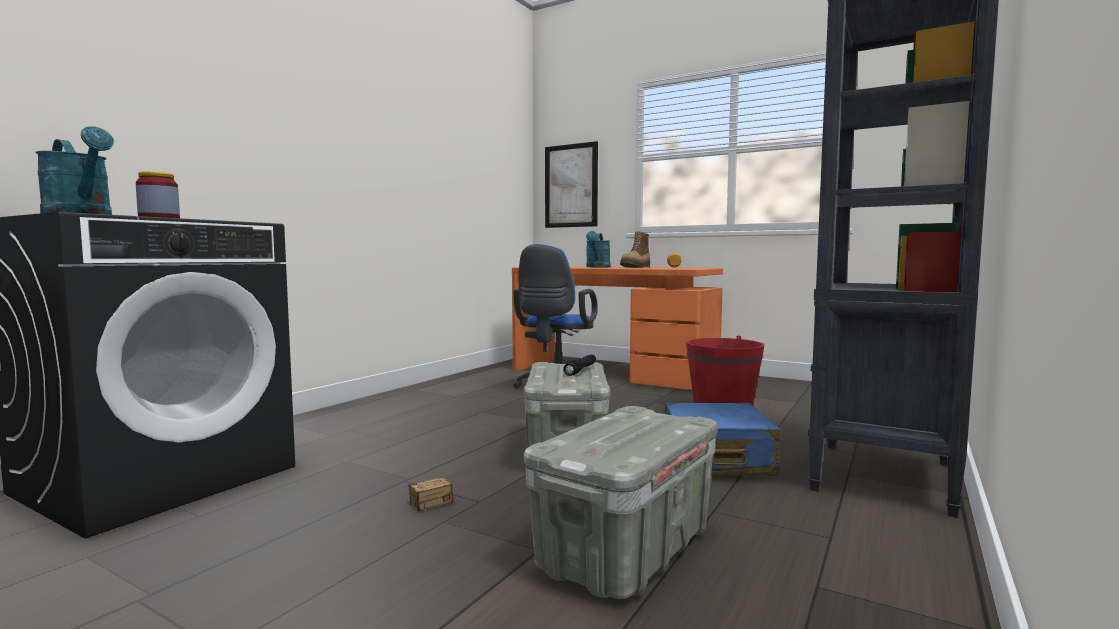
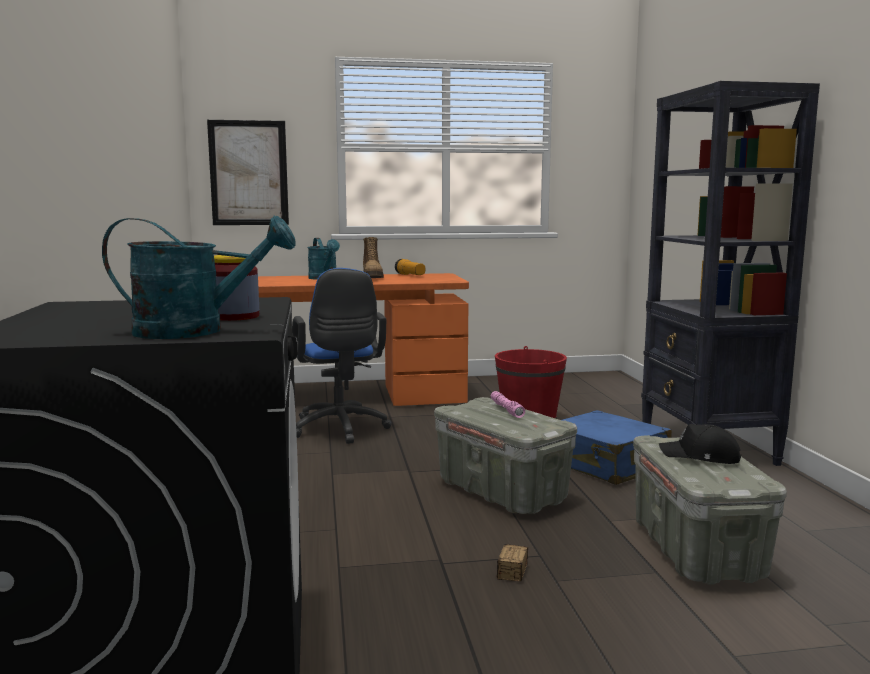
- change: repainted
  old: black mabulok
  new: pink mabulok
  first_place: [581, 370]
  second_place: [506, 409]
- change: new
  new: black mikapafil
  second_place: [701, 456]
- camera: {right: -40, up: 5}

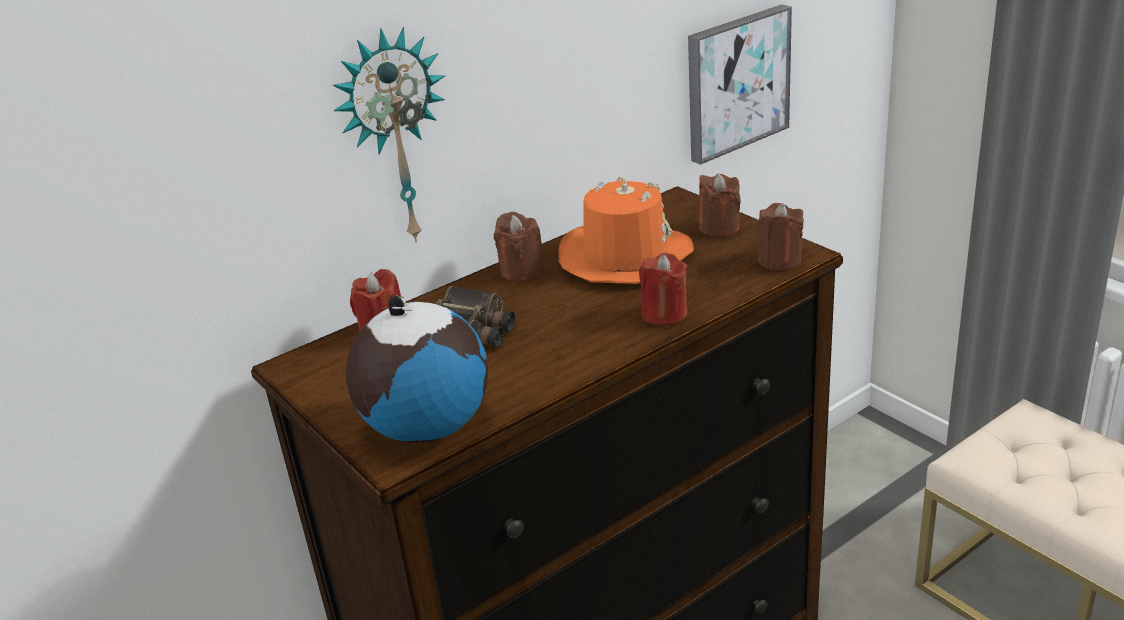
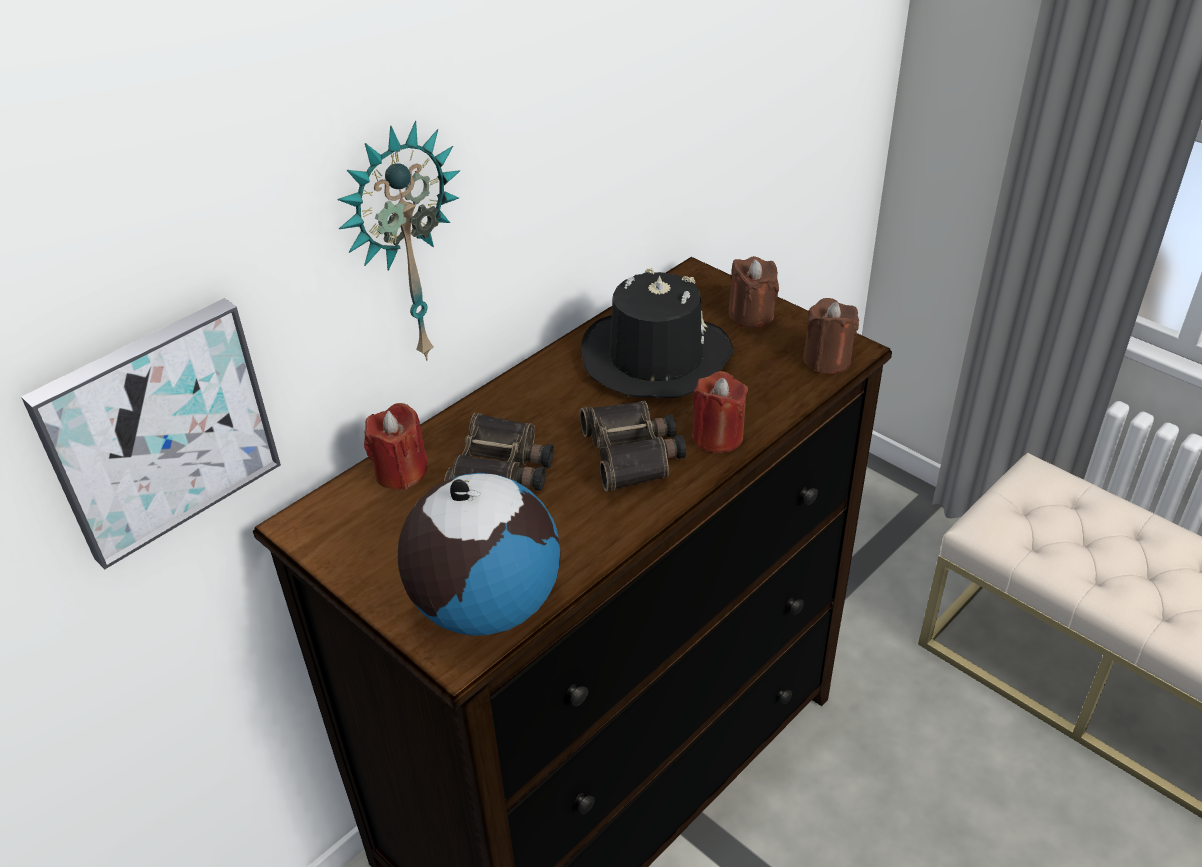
- change: shifted
  old: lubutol
  first_place: [736, 82]
  second_place: [158, 429]
- change: repainted
  old: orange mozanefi
  new: black mozanefi
  first_place: [624, 257]
  second_place: [655, 357]
- change: gone
  old: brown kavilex
  first_place: [521, 270]
- change: new
  new: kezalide
  second_place: [633, 453]
- camera: {right: -10, up: 10}

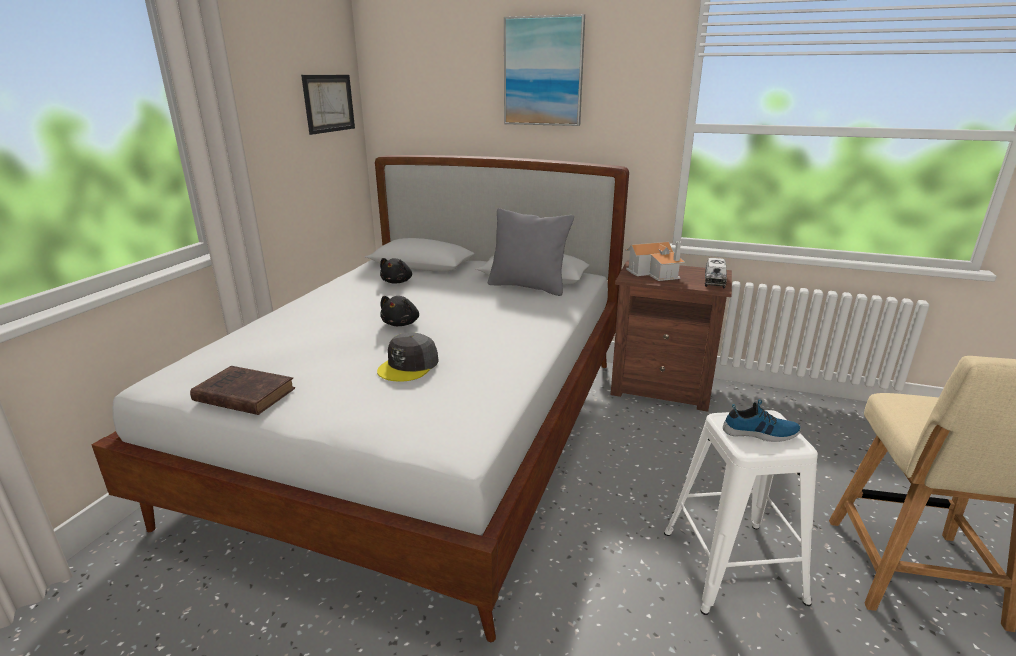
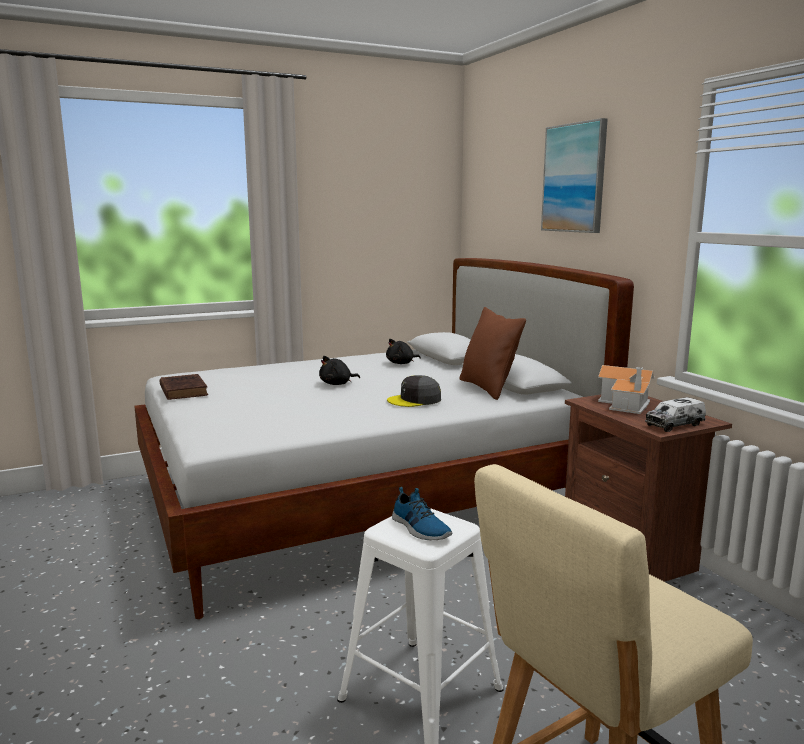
- change: gone
  old: lubutol
  first_place: [328, 103]
- change: repainted
  old: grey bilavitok
  new: brown bilavitok
  first_place: [528, 286]
  second_place: [488, 388]
- change: shifted
  old: grey mikapafil
  first_place: [409, 365]
  second_place: [415, 400]
- camera: {right: 45, up: -10}

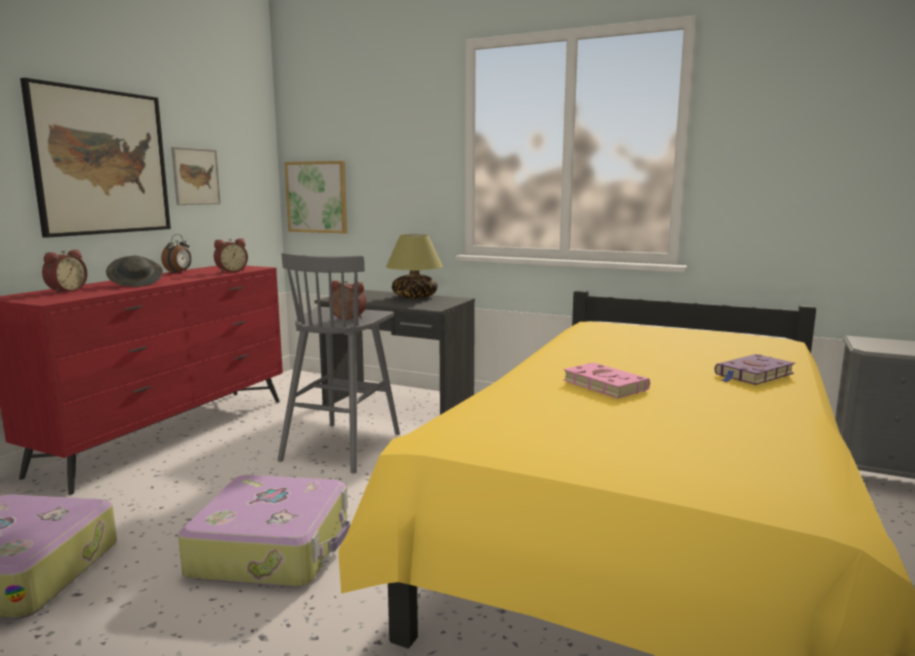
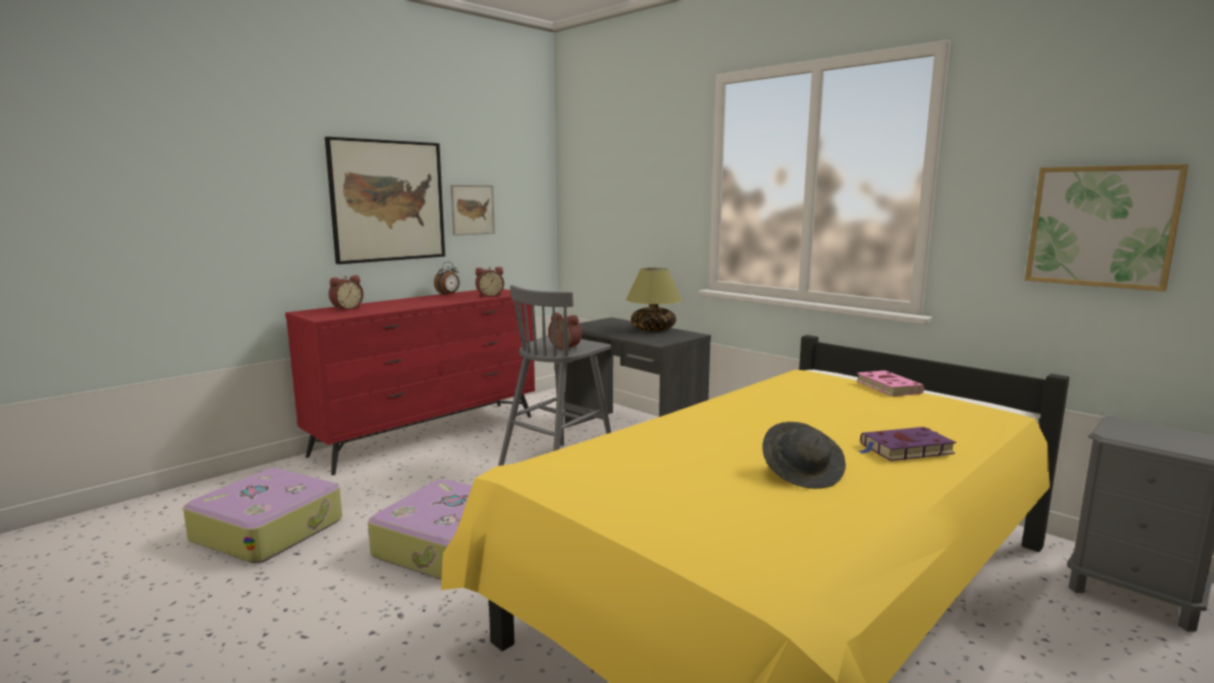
- change: shifted
  old: lubutol
  first_place: [317, 197]
  second_place: [1101, 226]
- change: shifted
  old: grey mozanefi
  first_place: [136, 283]
  second_place: [802, 473]
- change: shifted
  old: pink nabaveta
  first_place: [602, 385]
  second_place: [886, 387]
- camera: {right: 20, up: 0}

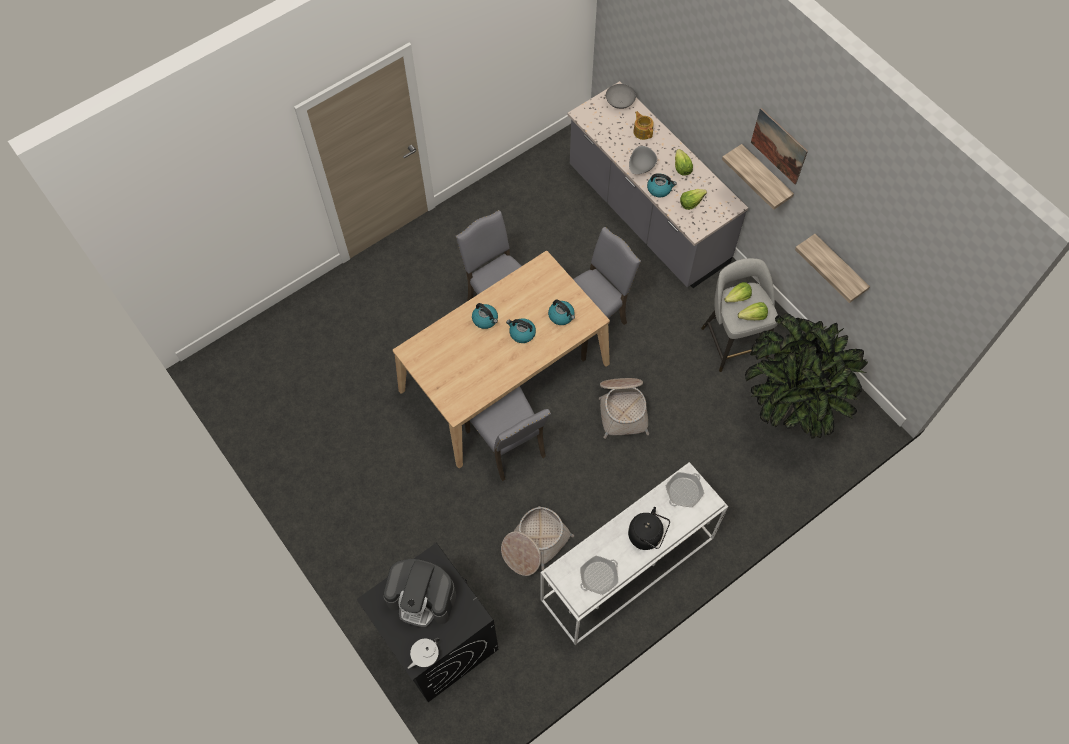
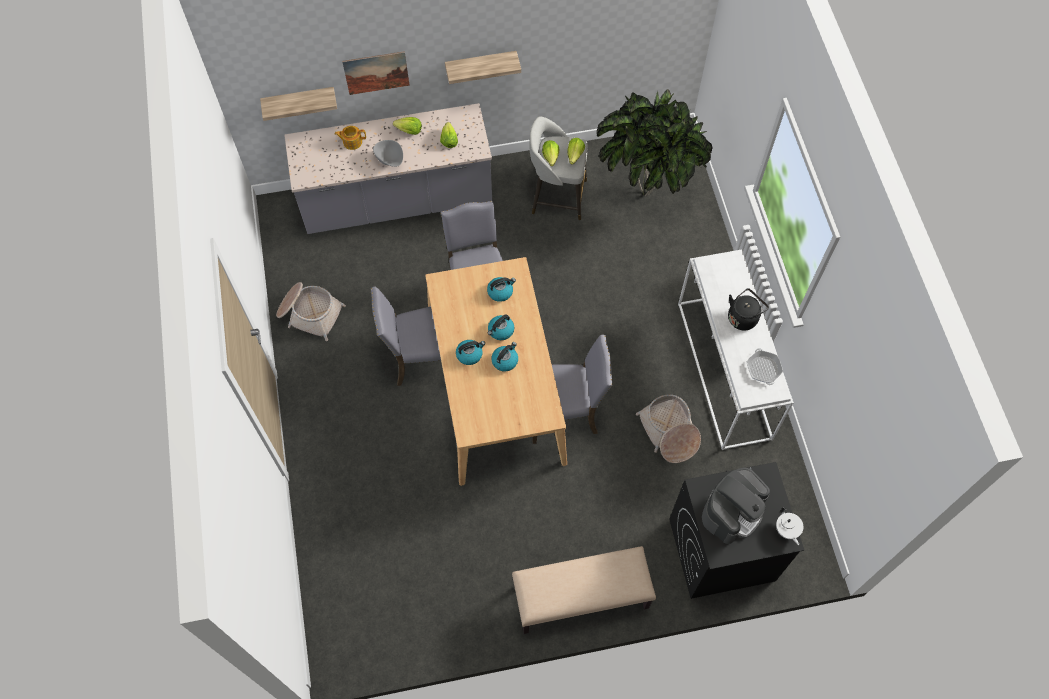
- change: gone
  old: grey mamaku
  first_place: [620, 103]
- change: shifted
  old: lubutol
  first_place: [778, 146]
  second_place: [376, 72]
- change: shifted
  old: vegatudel
  first_place: [659, 189]
  second_place: [505, 360]
- change: shifted
  old: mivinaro
  first_place: [838, 267]
  second_place: [299, 101]
- change: shifted
  old: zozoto
  first_place: [622, 408]
  second_place: [309, 314]
- change: gone
  old: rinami
  first_place: [684, 491]
- change: new
  new: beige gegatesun
  second_place: [581, 598]
- camera: {right: -65, up: 0}

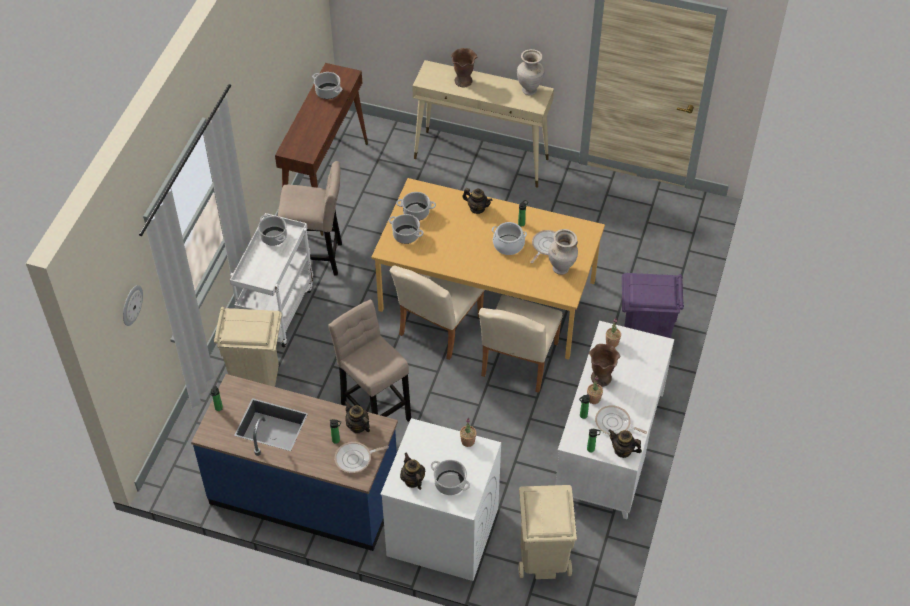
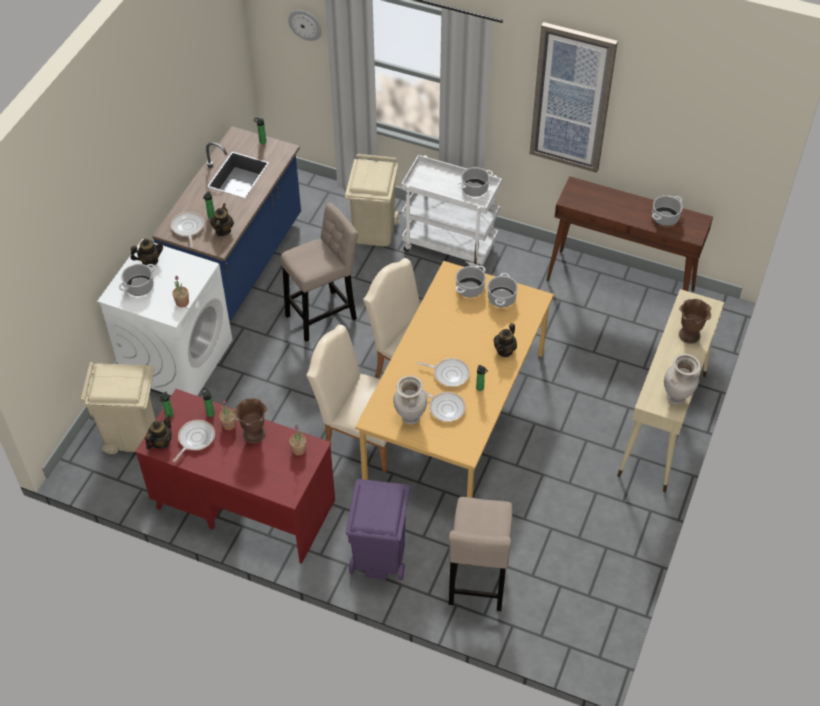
- change: shifted
  old: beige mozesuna
  first_place: [316, 258]
  second_place: [477, 582]
- change: swapped
  old: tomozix
  new: rinami
  first_place: [508, 245]
  second_place: [449, 374]
- change: repainted
  old: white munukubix
  new: red munukubix
  first_place: [610, 448]
  second_place: [243, 504]
- change: rotated
  old: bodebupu
  first_place: [357, 426]
  second_place: [223, 230]
  degrees: -45
- change: new
  new: lubutol
  second_place: [572, 98]
- camera: {right: 95, up: 0}

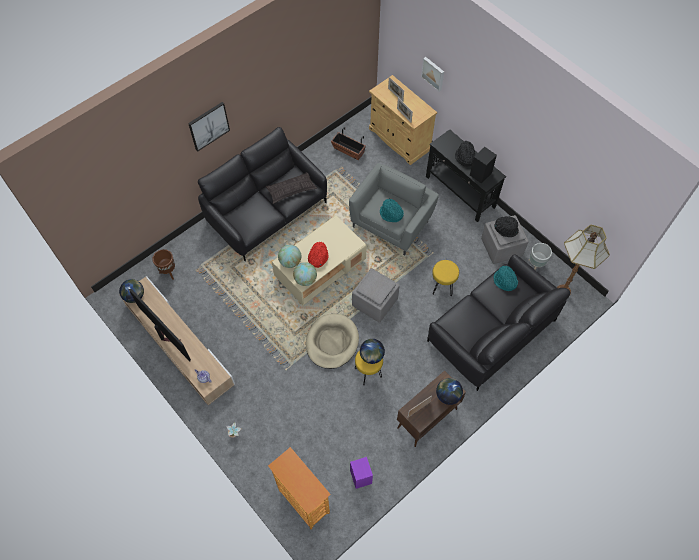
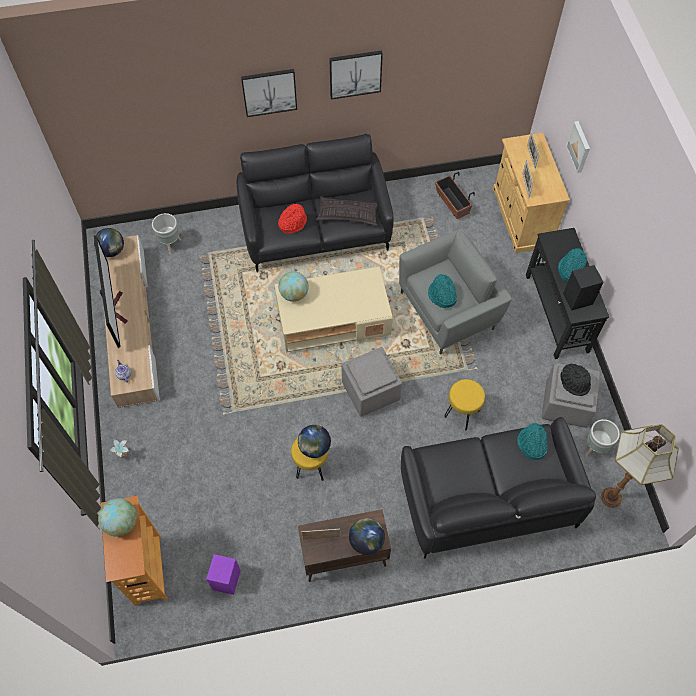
- change: repainted
  old: black mozanefi
  new: turquoise mozanefi
  first_place: [464, 158]
  second_place: [570, 270]
- change: shifted
  old: red mozanefi
  first_place: [317, 257]
  second_place: [292, 223]
- change: repainted
  old: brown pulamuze
  new: grey pulamuze
  first_place: [168, 272]
  second_place: [170, 244]
- change: shifted
  old: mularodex
  first_place: [305, 279]
  second_place: [121, 522]
- change: gone
  old: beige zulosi
  first_place: [332, 342]
- change: new
  new: lubutol
  second_place: [355, 74]
- camera: {right: 30, up: 0}

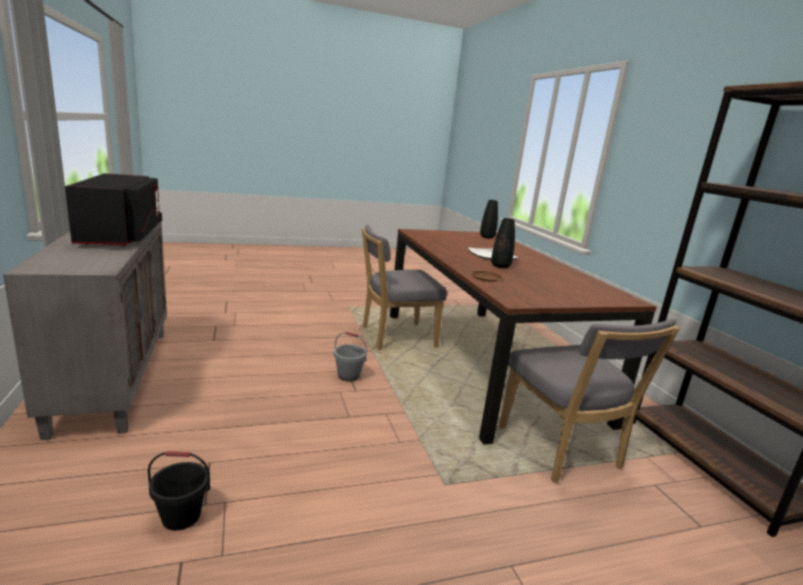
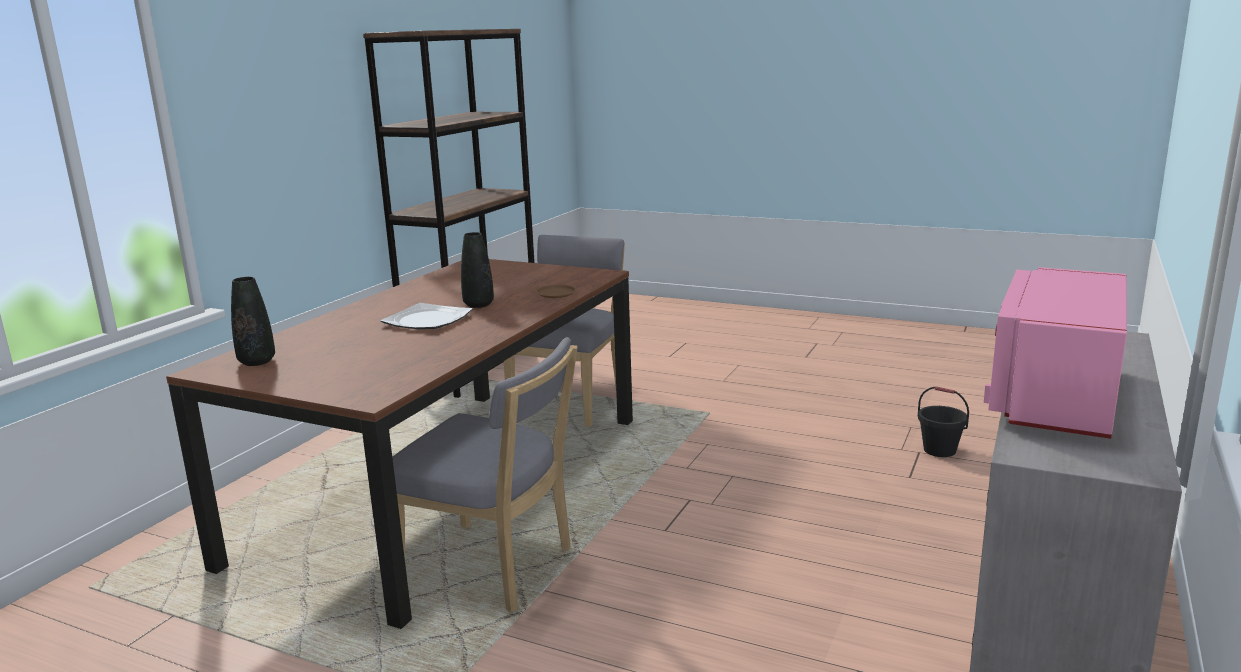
- change: repainted
  old: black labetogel
  new: pink labetogel
  first_place: [121, 236]
  second_place: [1053, 397]
- change: gone
  old: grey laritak
  first_place: [348, 376]
- camera: {right: -135, up: 0}

